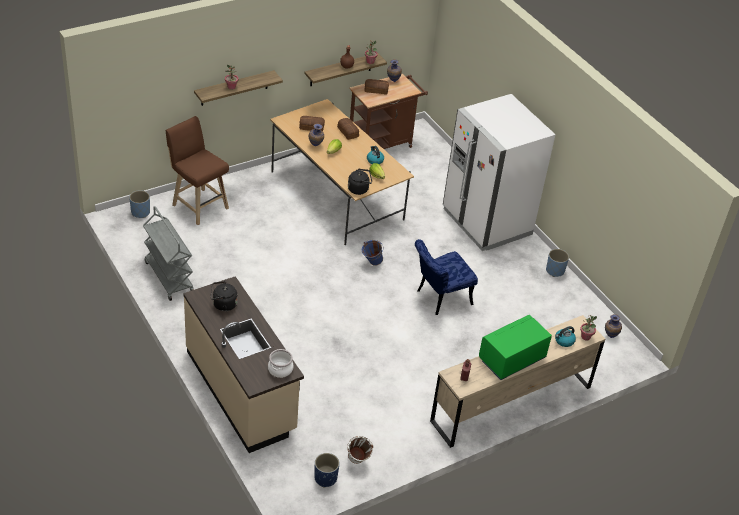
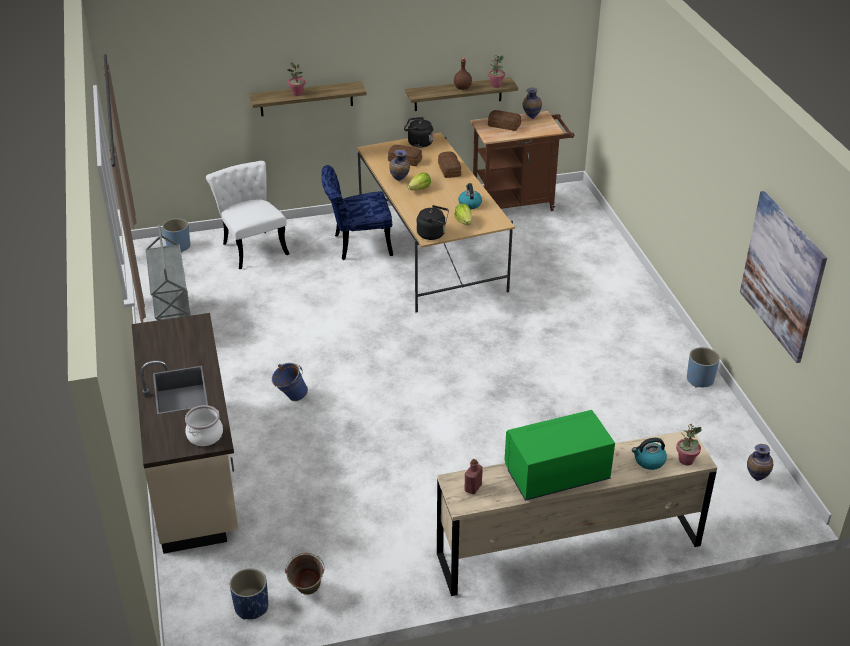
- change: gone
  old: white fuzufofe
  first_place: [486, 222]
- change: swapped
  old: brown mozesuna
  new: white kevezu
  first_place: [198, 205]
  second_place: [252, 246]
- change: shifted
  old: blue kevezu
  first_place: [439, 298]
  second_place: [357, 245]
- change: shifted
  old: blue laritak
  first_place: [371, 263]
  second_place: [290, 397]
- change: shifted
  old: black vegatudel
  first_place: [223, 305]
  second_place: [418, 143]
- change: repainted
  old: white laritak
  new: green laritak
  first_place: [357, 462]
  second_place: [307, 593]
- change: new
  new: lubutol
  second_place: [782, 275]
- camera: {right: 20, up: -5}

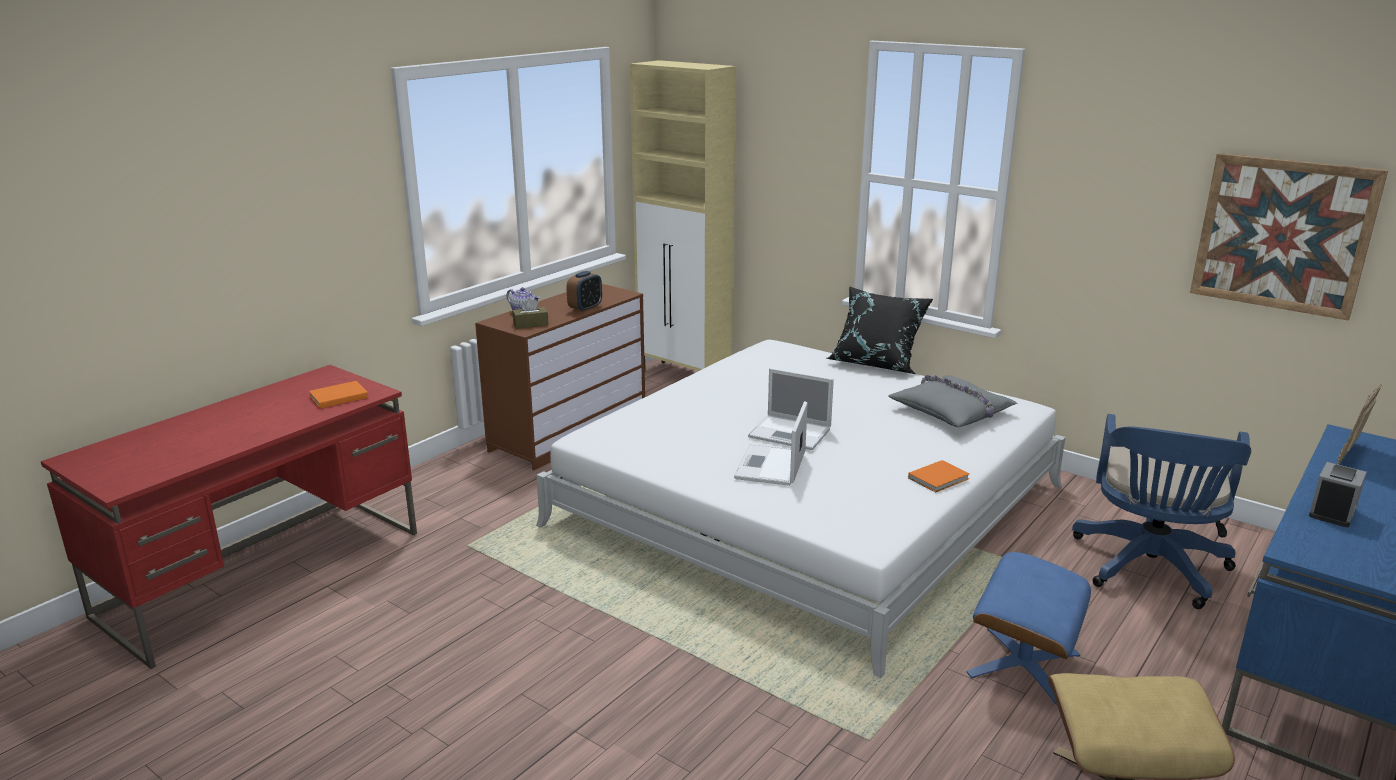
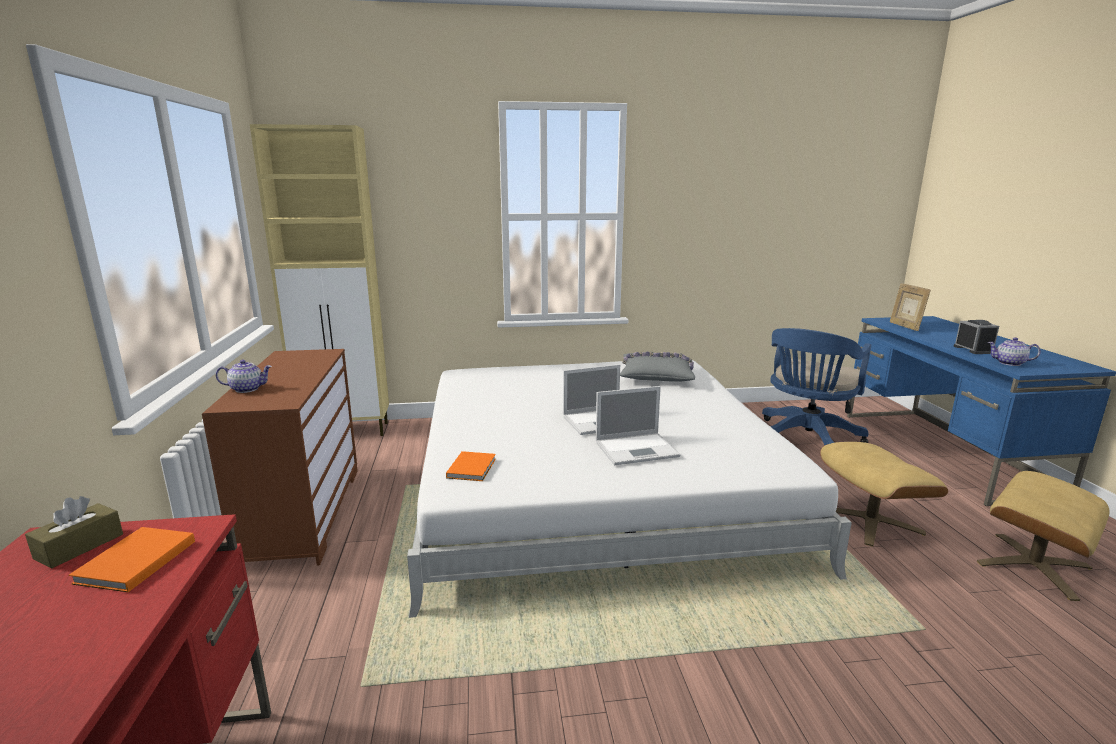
- change: gone
  old: lubutol
  first_place: [1283, 235]
- change: gone
  old: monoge
  first_place: [585, 308]
- change: gone
  old: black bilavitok
  first_place: [877, 363]
- change: shifted
  old: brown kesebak
  first_place: [530, 324]
  second_place: [79, 546]
- change: rotated
  old: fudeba
  first_place: [770, 467]
  second_place: [638, 449]
  degrees: -75
- change: rotated
  old: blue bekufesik
  first_place: [1150, 570]
  second_place: [806, 439]
  degrees: 60
- change: shifted
  old: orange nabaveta
  first_place: [940, 478]
  second_place: [473, 468]
- change: repainted
  old: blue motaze
  new: beige motaze
  first_place: [1023, 663]
  second_place: [870, 521]
- change: new
  new: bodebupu
  second_place: [1009, 363]
- camera: {right: -45, up: -5}

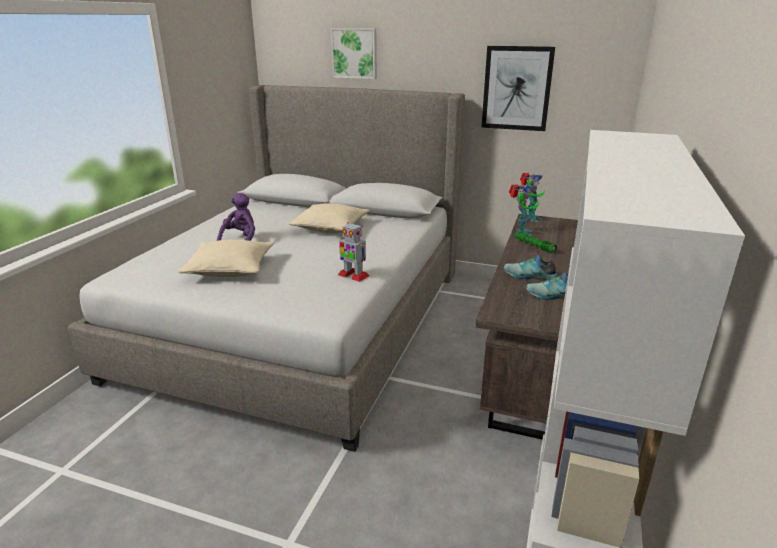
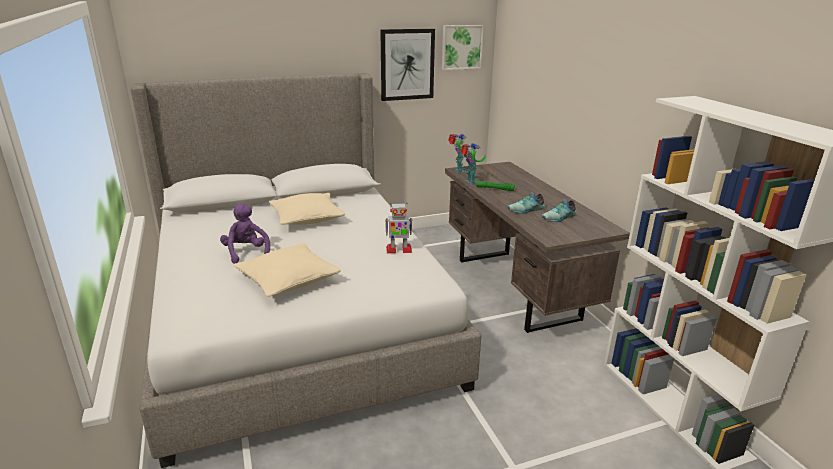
- change: shifted
  old: lubutol
  first_place: [355, 53]
  second_place: [461, 47]
- camera: {right: -40, up: 0}

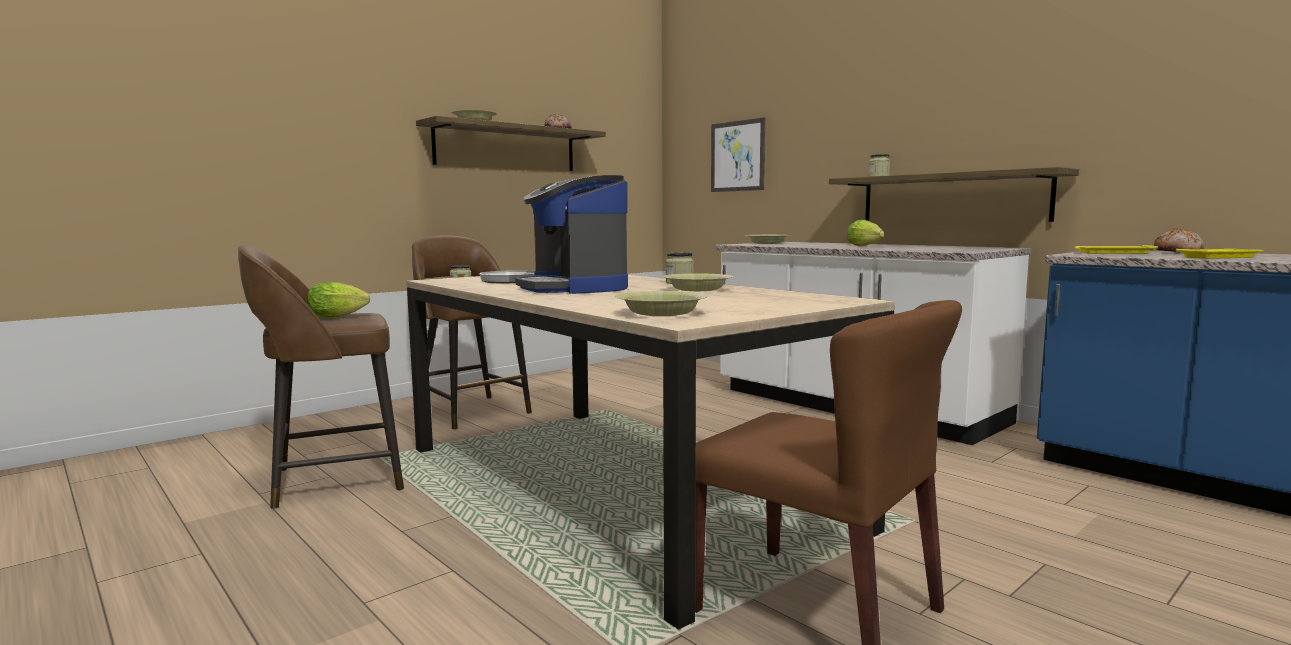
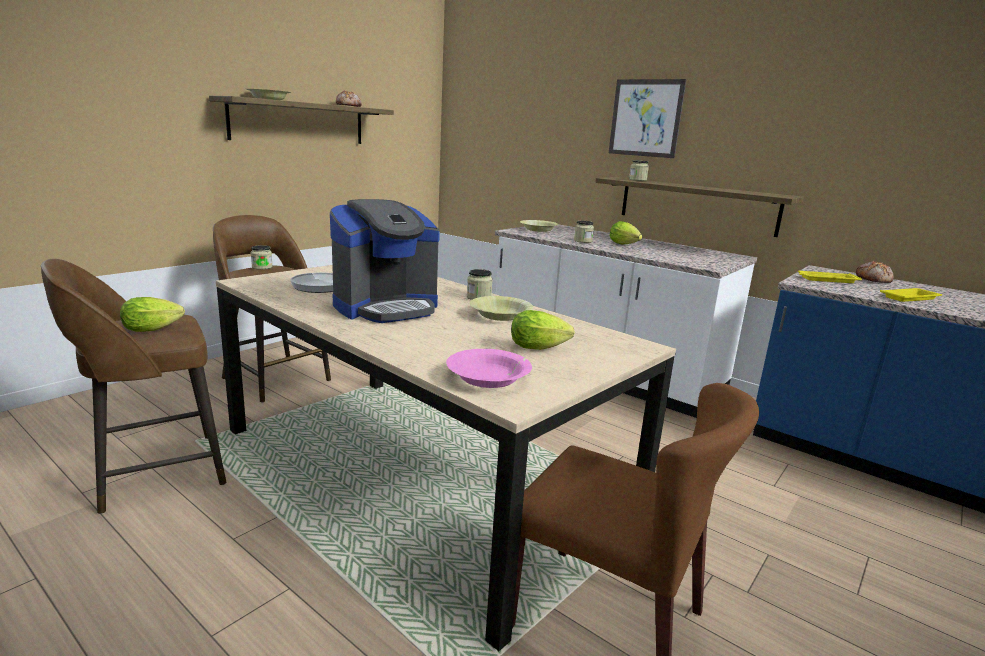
- change: shifted
  old: lubutol
  first_place: [737, 156]
  second_place: [645, 118]
- change: rotated
  old: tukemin
  first_place: [574, 288]
  second_place: [386, 307]
  degrees: -90
- change: repainted
  old: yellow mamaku
  new: pink mamaku
  first_place: [662, 313]
  second_place: [488, 379]
- change: new
  new: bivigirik
  second_place: [583, 241]
- change: new
  new: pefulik
  second_place: [541, 348]
- camera: {right: -10, up: 10}

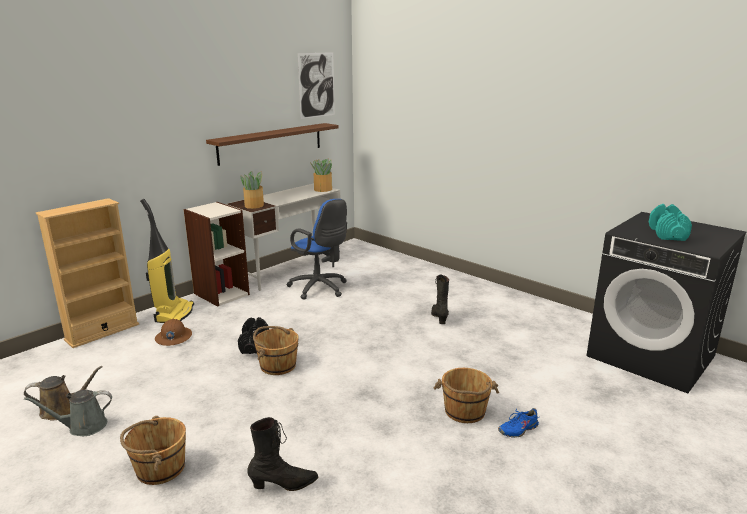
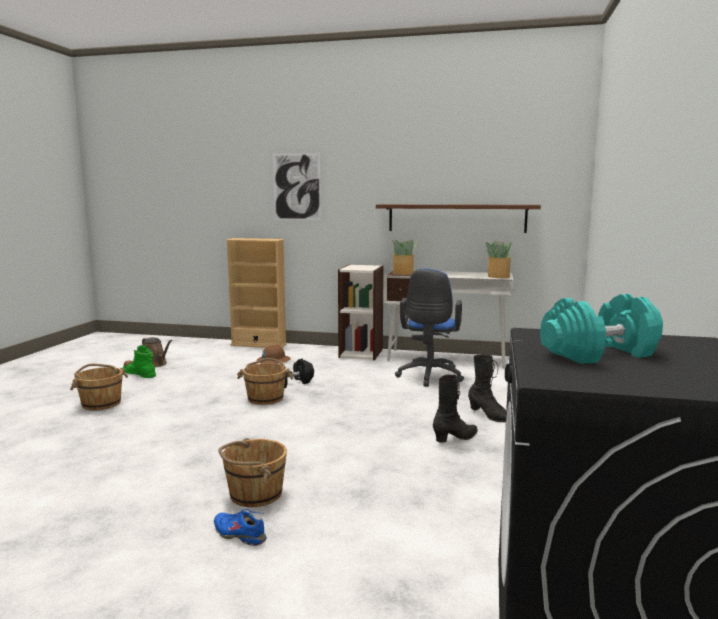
- change: shifted
  old: lubutol
  first_place: [316, 85]
  second_place: [297, 186]
- change: gone
  old: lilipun
  first_place: [174, 314]
- change: swapped
  old: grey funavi
  new: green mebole
  first_place: [83, 427]
  second_place: [139, 374]
- change: shifted
  old: black mebole
  first_place: [284, 484]
  second_place: [490, 416]
- camera: {right: 60, up: -10}

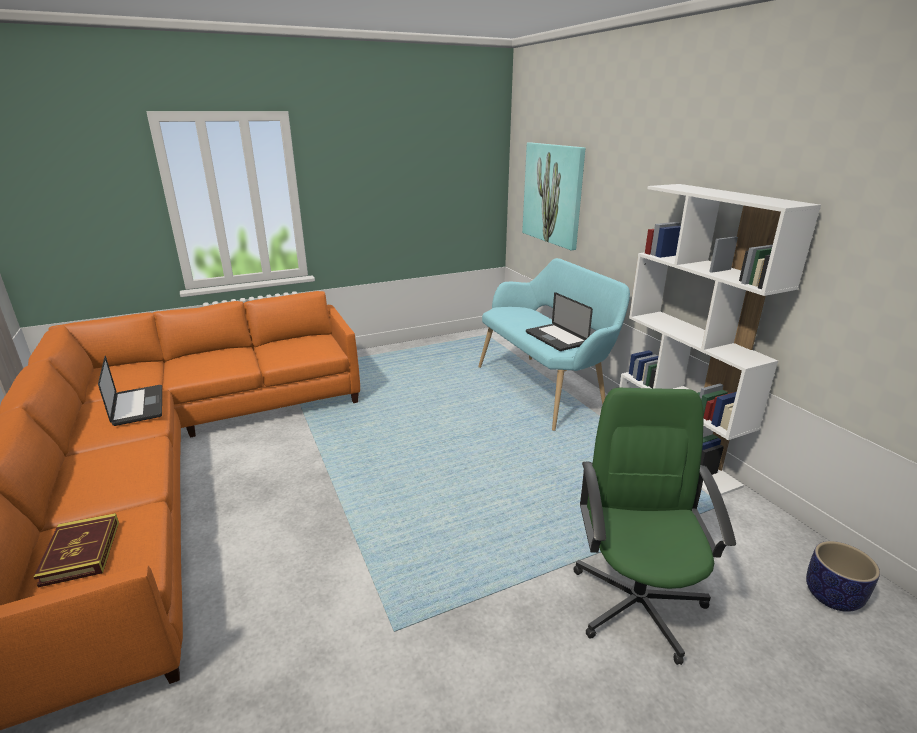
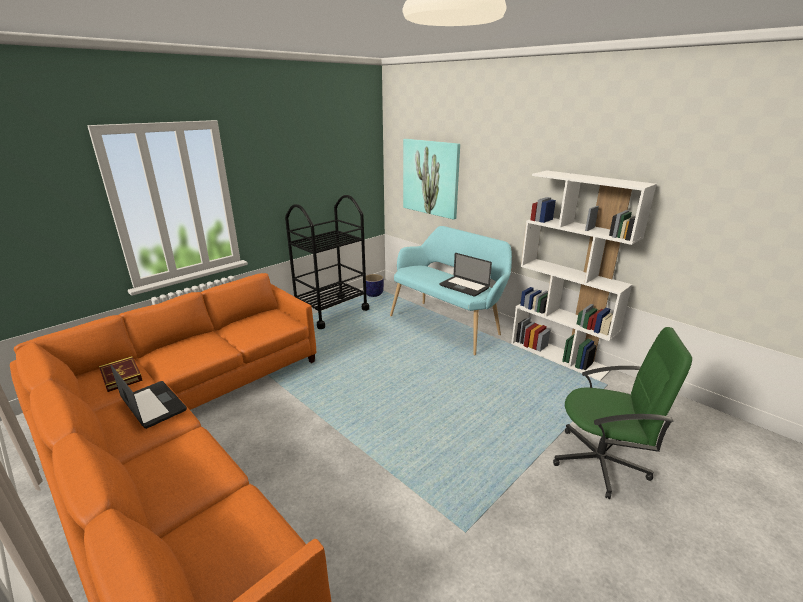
- change: rotated
  old: green bekufesik
  first_place: [637, 602]
  second_place: [600, 462]
  degrees: 120
- change: shifted
  old: nabaveta
  first_place: [81, 552]
  second_place: [121, 376]
- change: shifted
  old: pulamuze
  first_place: [831, 596]
  second_place: [373, 294]
- change: new
  new: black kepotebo
  second_place: [331, 311]
- camera: {right: -20, up: 0}

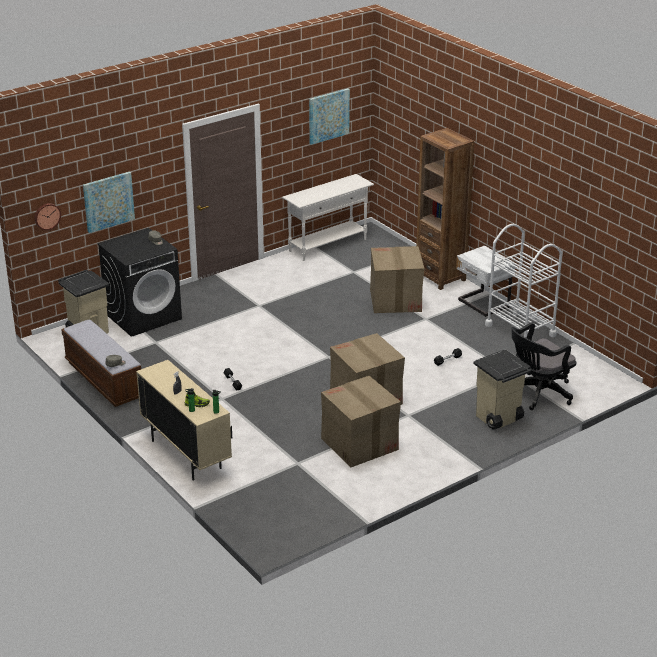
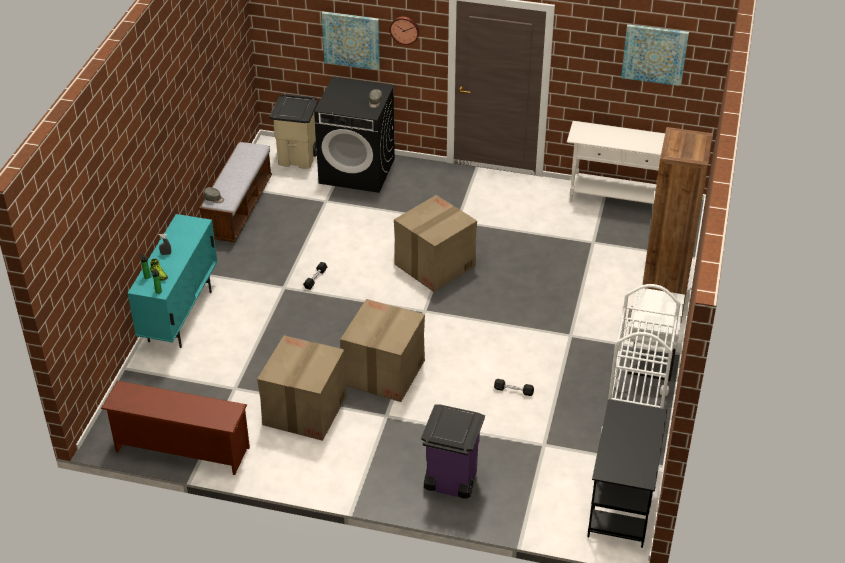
- change: shifted
  old: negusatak
  first_place: [47, 216]
  second_place: [404, 29]
- change: shifted
  old: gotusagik
  first_place: [395, 300]
  second_place: [434, 265]
- change: gone
  old: black bekufesik
  first_place: [537, 393]
- change: repainted
  old: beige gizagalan
  new: purple gizagalan
  first_place: [498, 418]
  second_place: [450, 482]
- change: repainted
  old: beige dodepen
  new: turquoise dodepen
  first_place: [186, 454]
  second_place: [180, 316]
- change: new
  new: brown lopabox
  second_place: [180, 450]
- change: new
  new: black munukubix
  second_place: [622, 503]
- camera: {right: 50, up: 10}

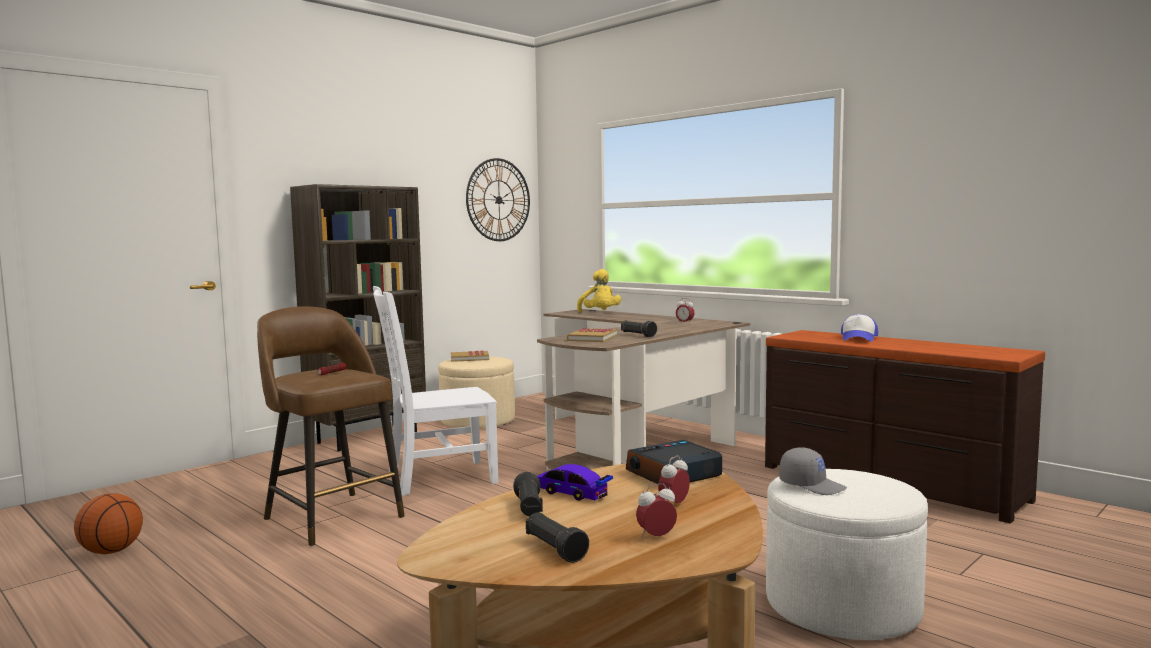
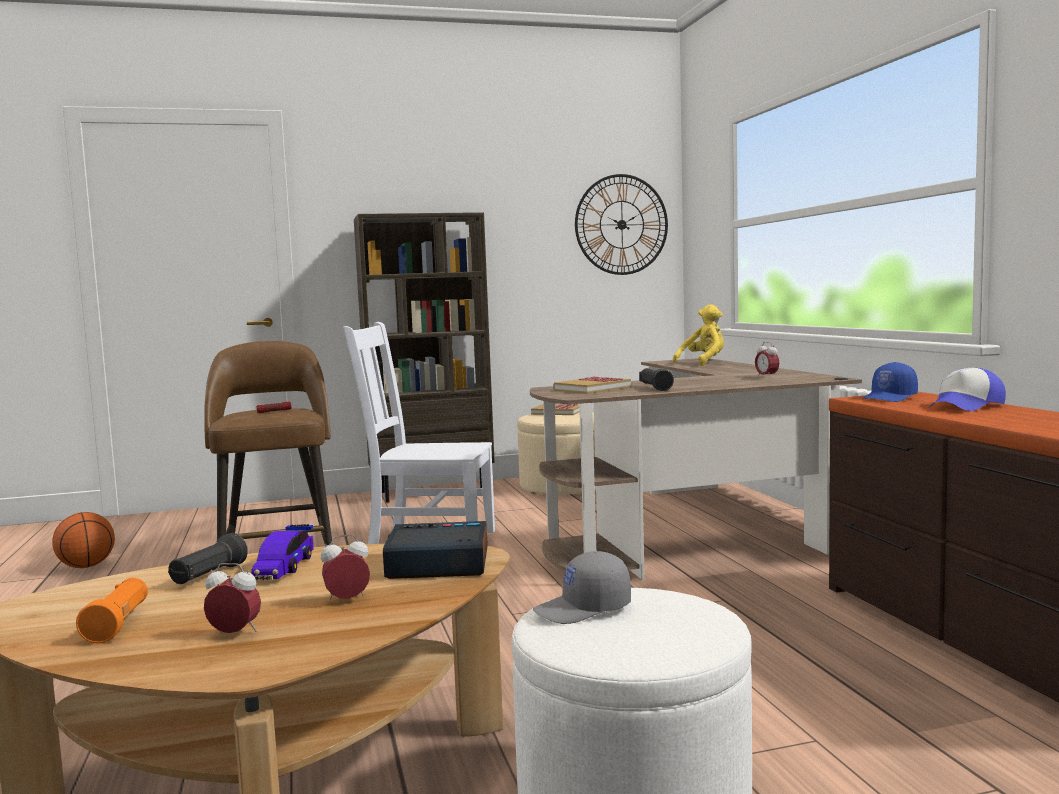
- change: rotated
  old: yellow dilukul
  first_place: [600, 313]
  second_place: [703, 363]
  degrees: -135
- change: rotated
  old: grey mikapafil
  first_place: [812, 485]
  second_place: [583, 609]
  degrees: 90
- change: rotated
  old: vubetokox
  first_place: [570, 493]
  second_place: [284, 566]
  degrees: -150
- change: repainted
  old: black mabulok
  new: orange mabulok
  first_place: [555, 549]
  second_place: [118, 625]
- change: new
  new: blue mikapafil
  second_place: [890, 398]
- camera: {right: 30, up: 0}

